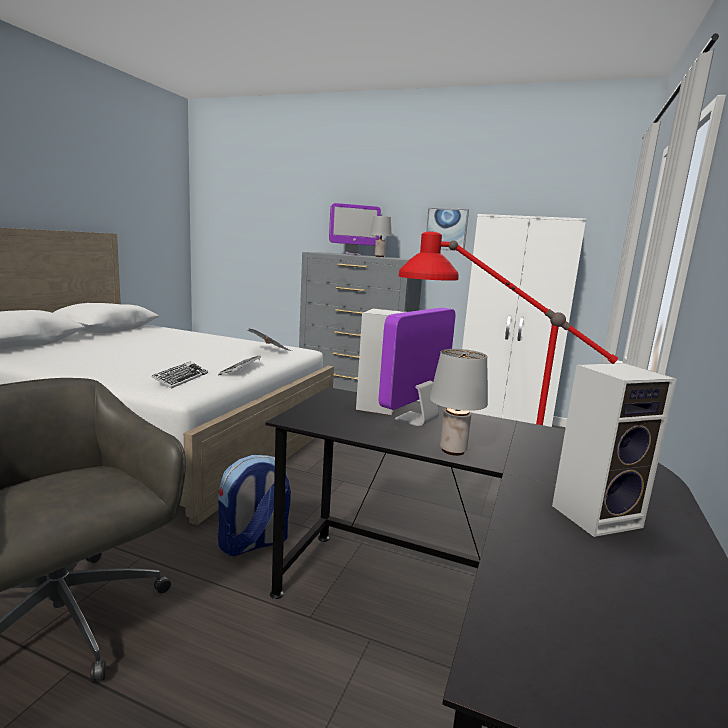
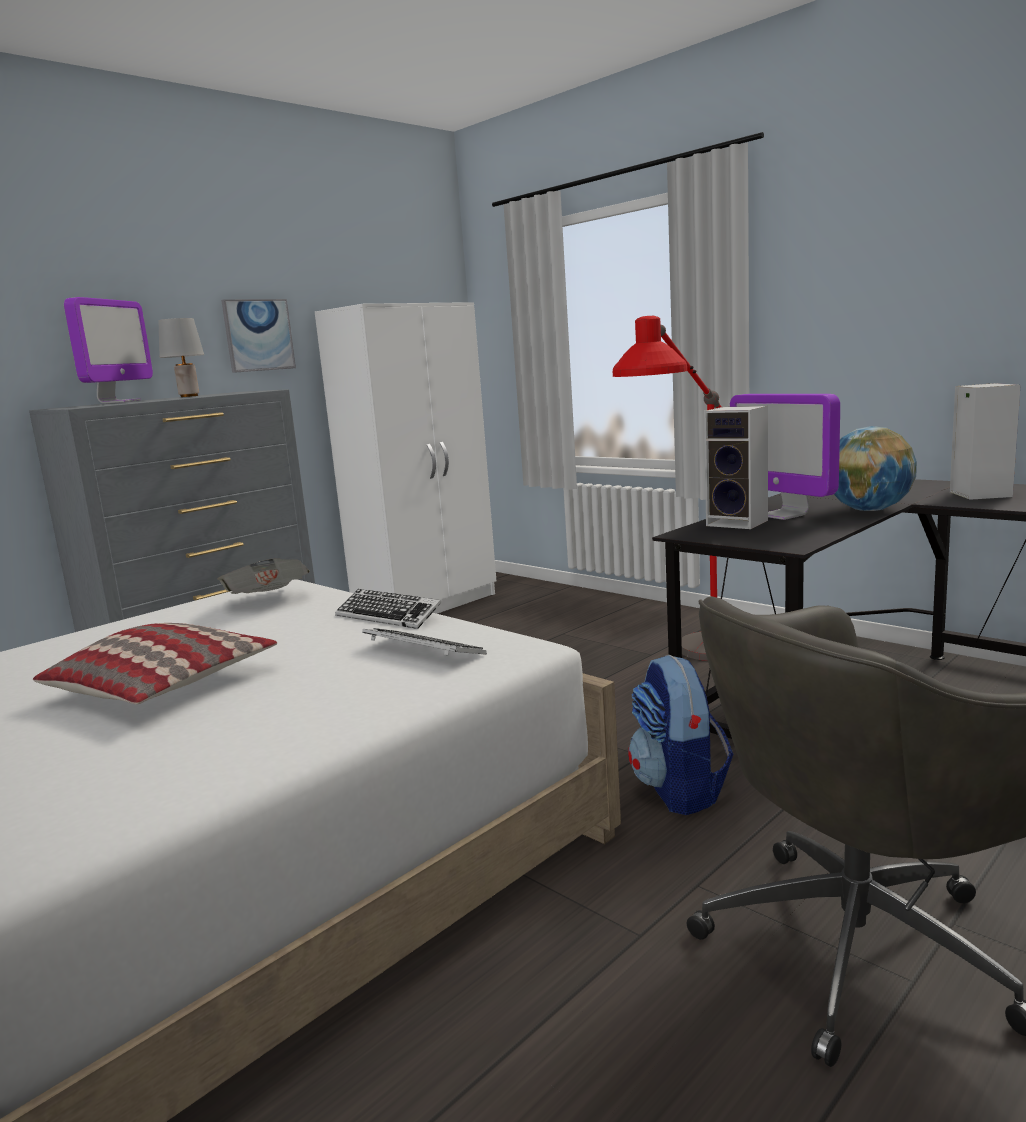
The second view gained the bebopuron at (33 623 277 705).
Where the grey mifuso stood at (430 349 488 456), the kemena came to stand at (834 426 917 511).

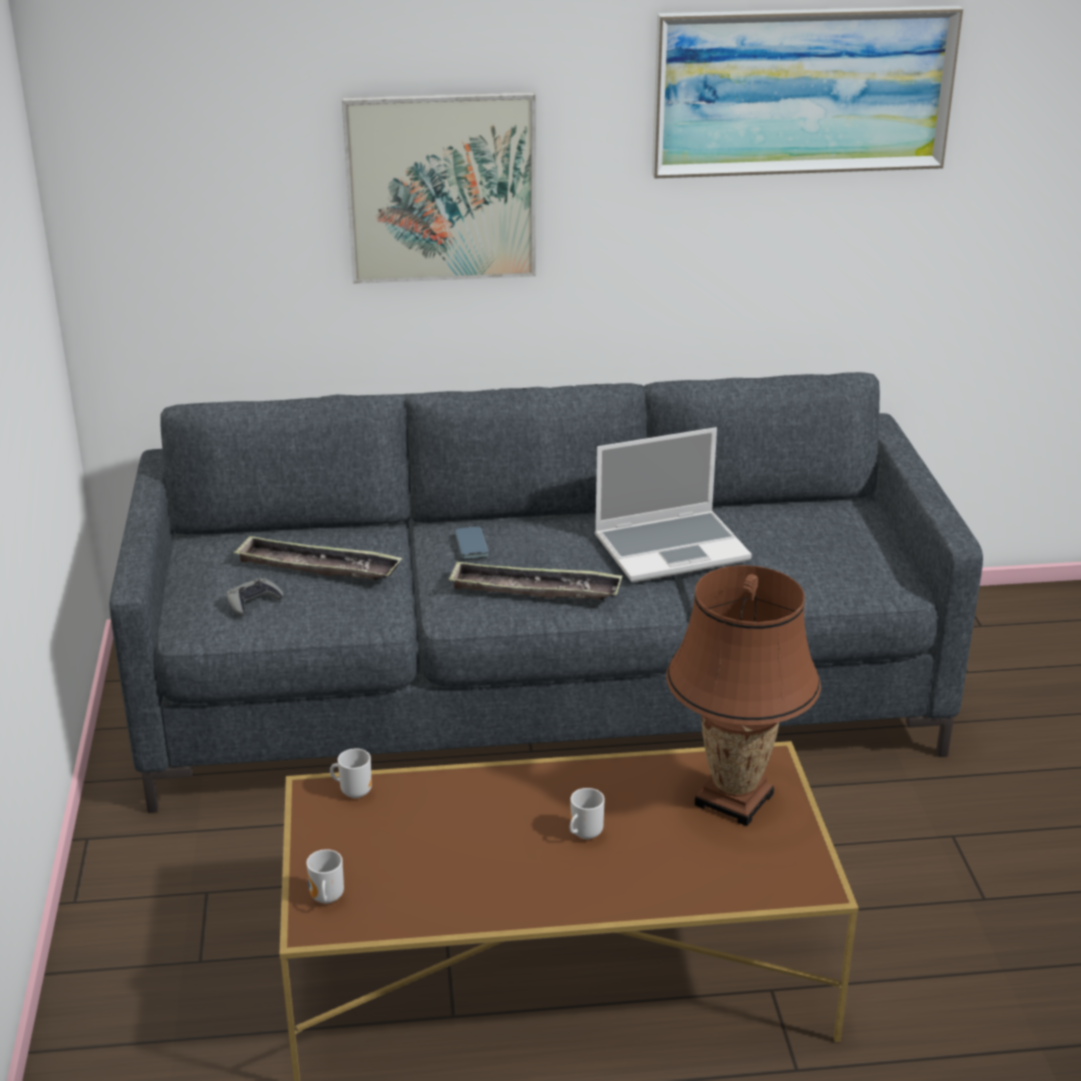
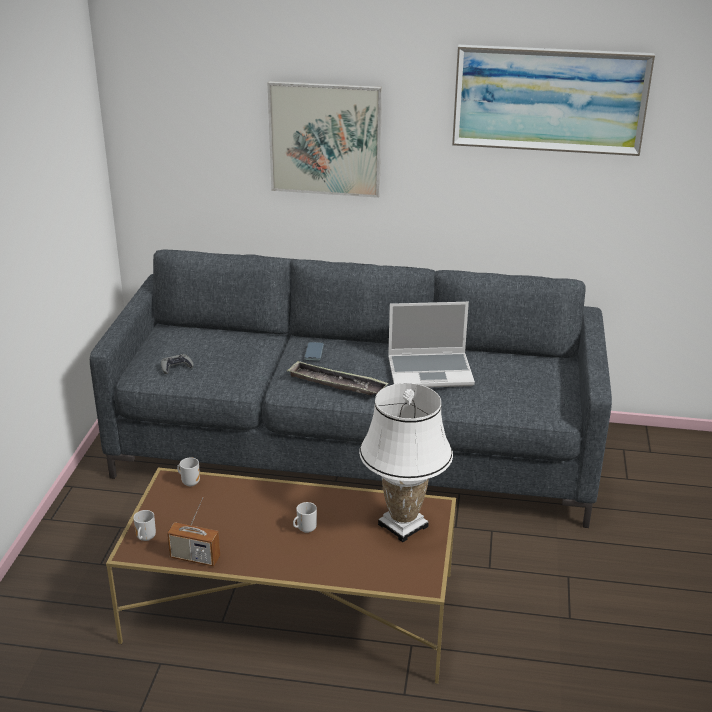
The second view lost the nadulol at (233 535 402 580).
The second view gained the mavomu at (167 498 220 566).
What was the brown mifuso at (666 565 821 826) turned into the white mifuso at (359 383 453 542).

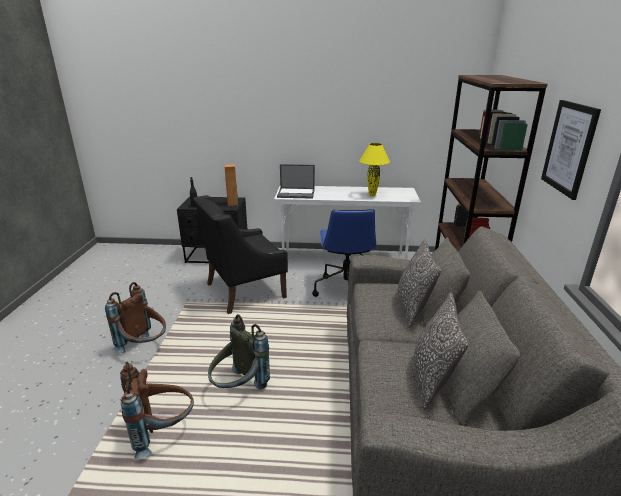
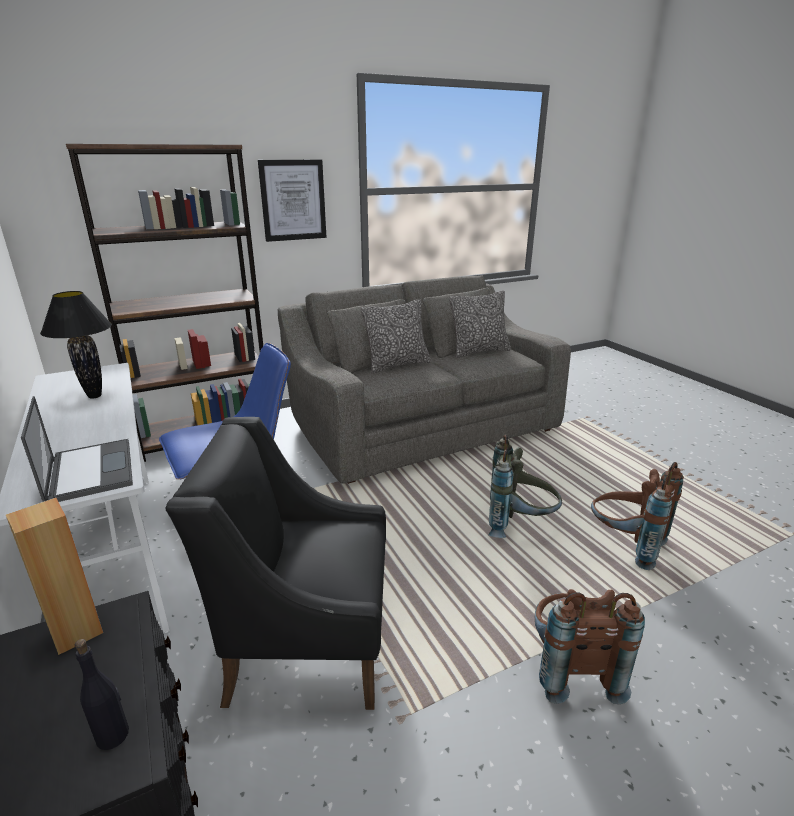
What was the yellow mifuso at (359 143 390 196) turned into the black mifuso at (40 291 112 399).
The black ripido at (193 195 288 314) ended up facing another way, 150 degrees clockwise from before.

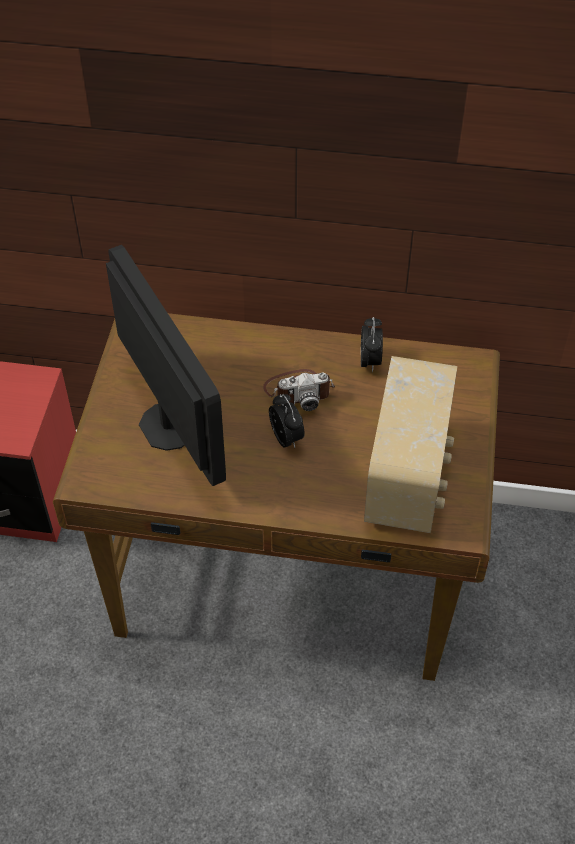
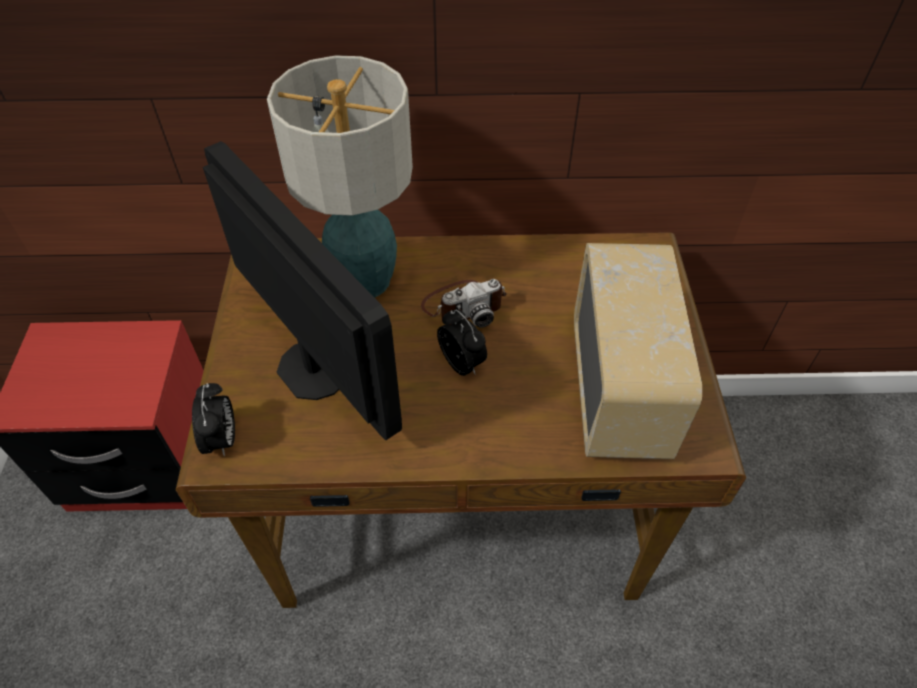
The second view gained the mifuso at (267 55 413 298).
The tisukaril ended up elsewhere, having gone from (361 317 383 372) to (192 383 235 457).

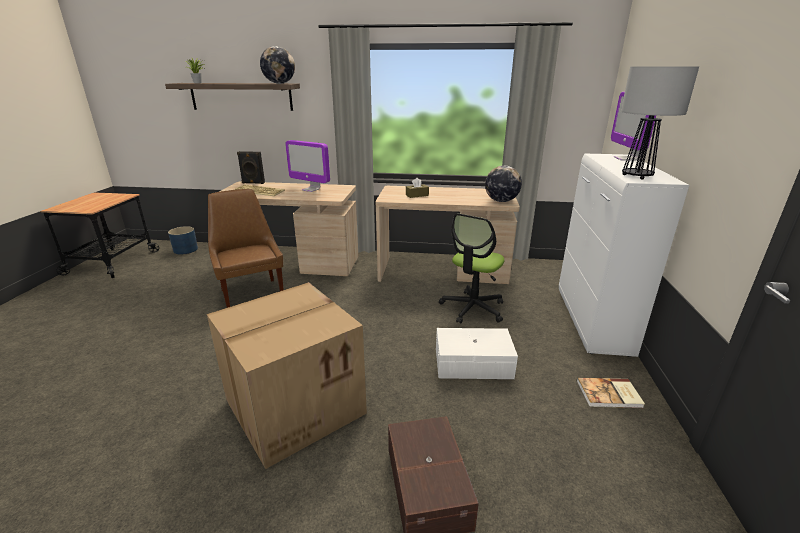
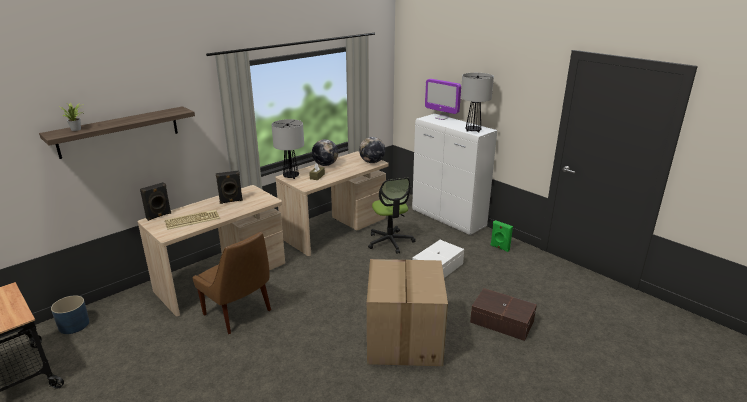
The second view gained the mifuso at (271 119 304 179).
The kemena ended up elsewhere, having gone from (260 46 295 84) to (312 139 338 166).
Where the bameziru stood at (285 140 330 192), the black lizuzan came to stand at (216 170 243 204).
Where the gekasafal stood at (577 378 645 408), the green lizuzan came to stand at (490 220 513 252).
The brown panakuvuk at (208 189 284 308) ended up facing another way, 150 degrees counterclockwise from before.

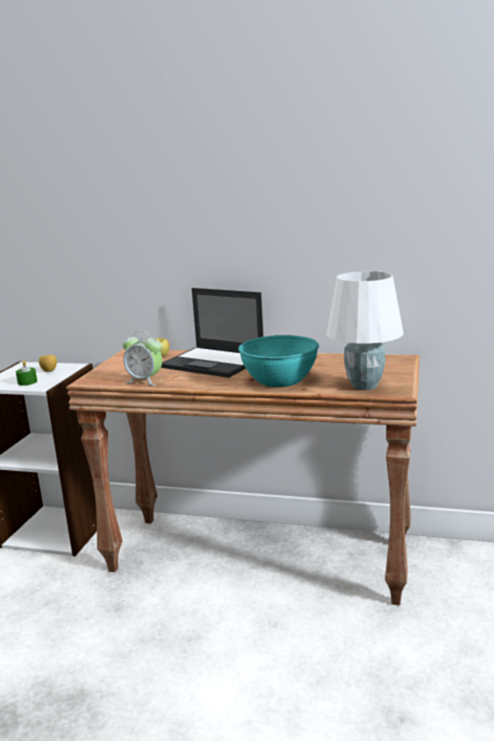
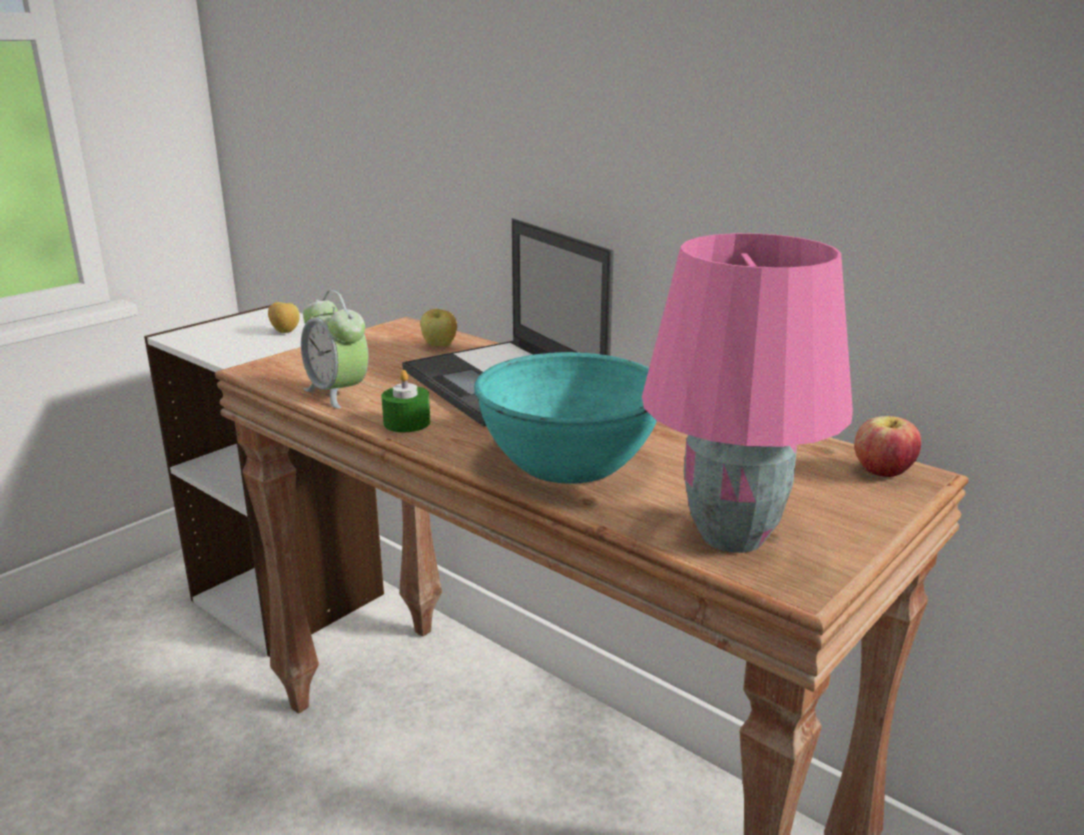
The second view gained the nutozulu at (854 416 921 477).
The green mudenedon ended up elsewhere, having gone from (16 361 37 386) to (382 370 430 432).
What was the white mifuso at (326 271 403 390) turned into the pink mifuso at (642 233 853 553).

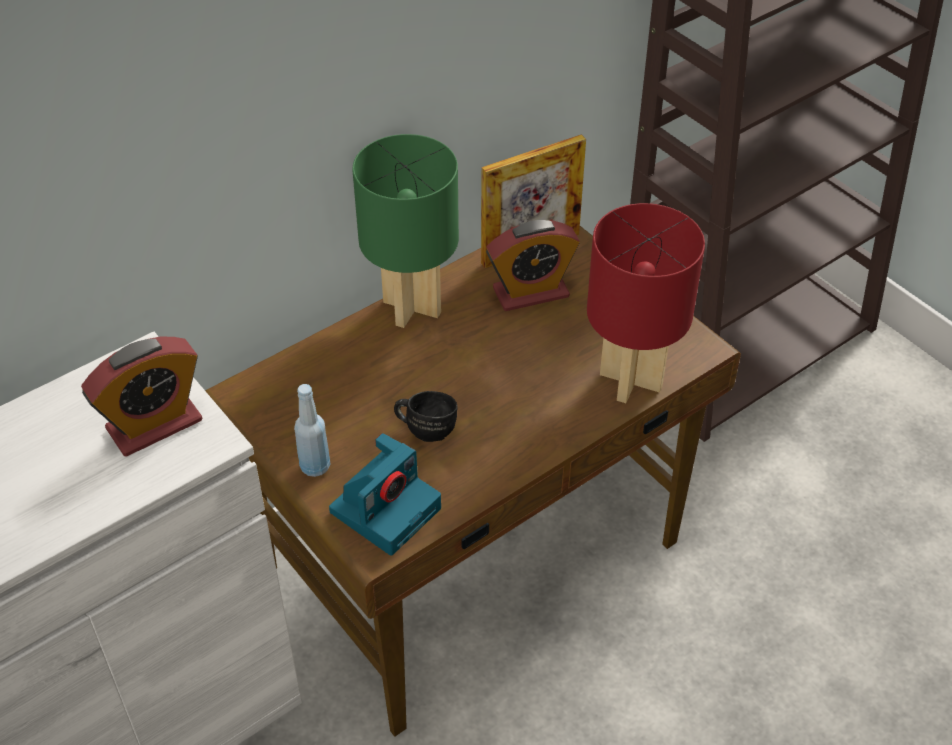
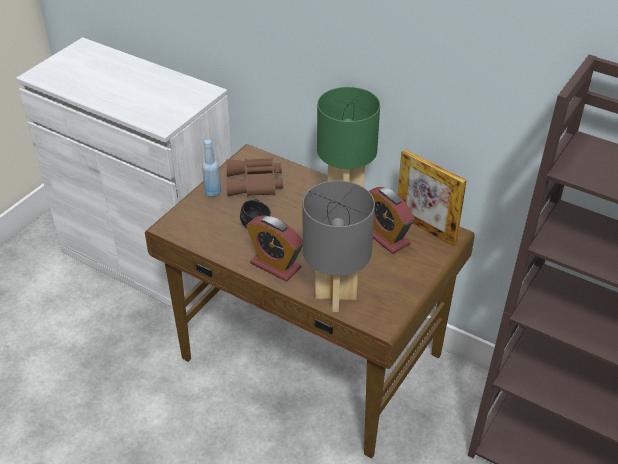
The second view lost the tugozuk at (329 433 441 556).
The second view gained the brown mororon at (226 158 283 196).
The tisukaril ended up elsewhere, having gone from (81 337 202 457) to (246 216 303 282).
What was the red mifuso at (587 203 705 403) turned into the grey mifuso at (302 180 375 312).

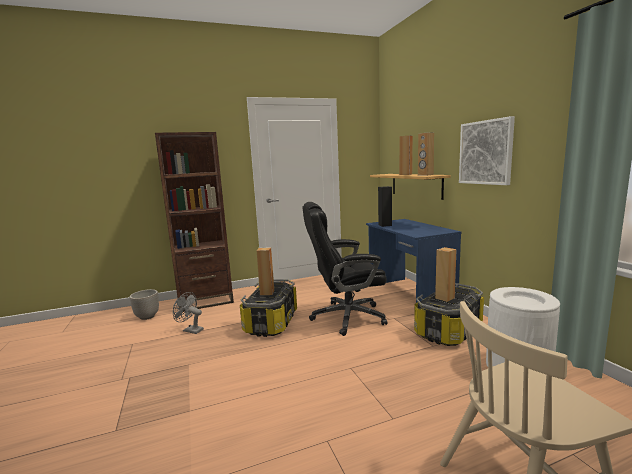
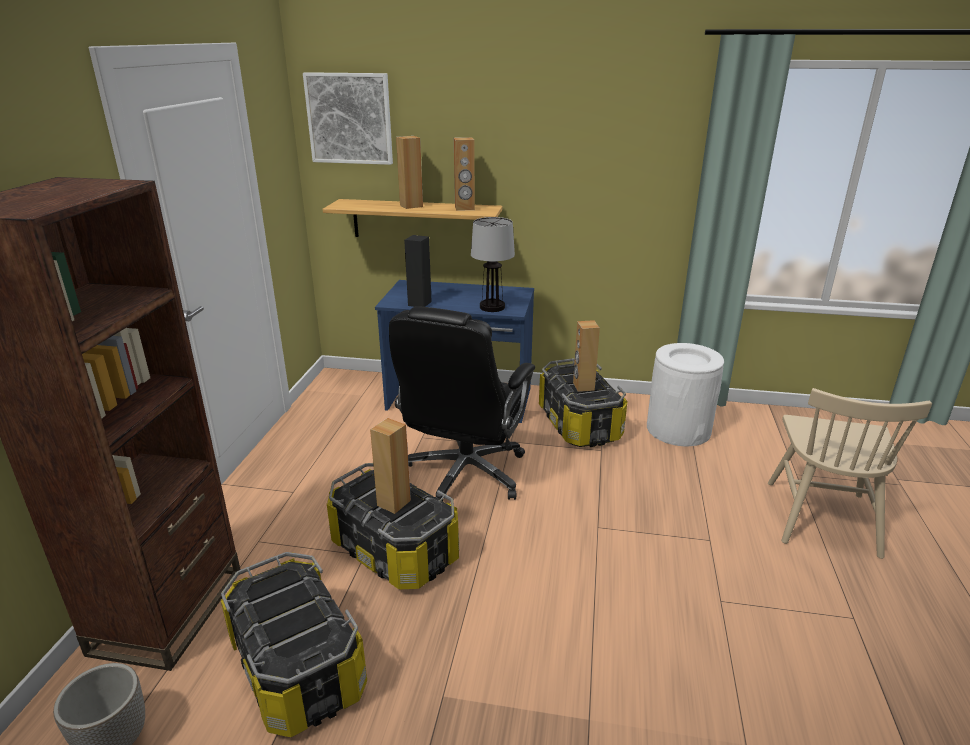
The second view gained the mifuso at (471 217 515 312).
The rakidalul ended up elsewhere, having gone from (459 116 515 185) to (303 72 393 165).
Where the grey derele stood at (173 292 204 334), the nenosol came to stand at (221 552 367 737).

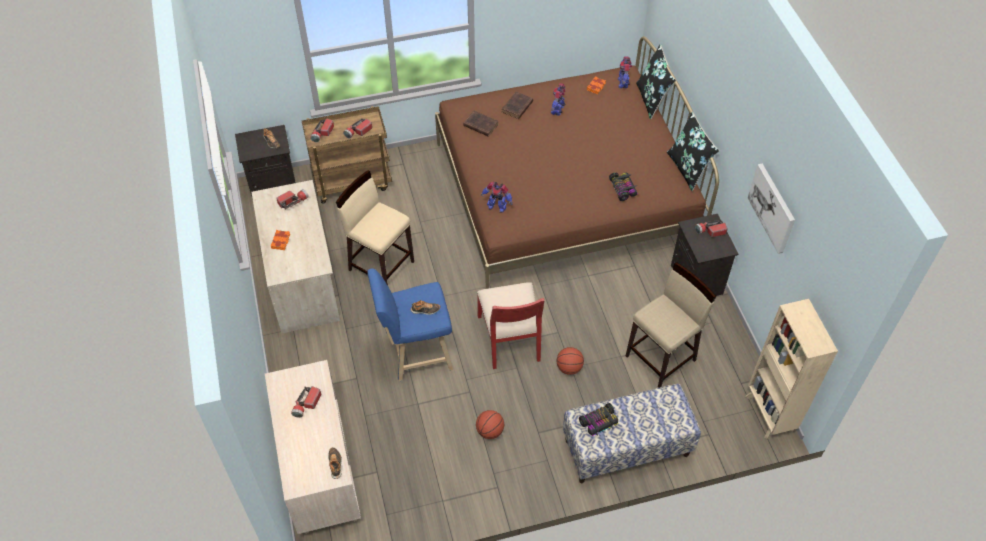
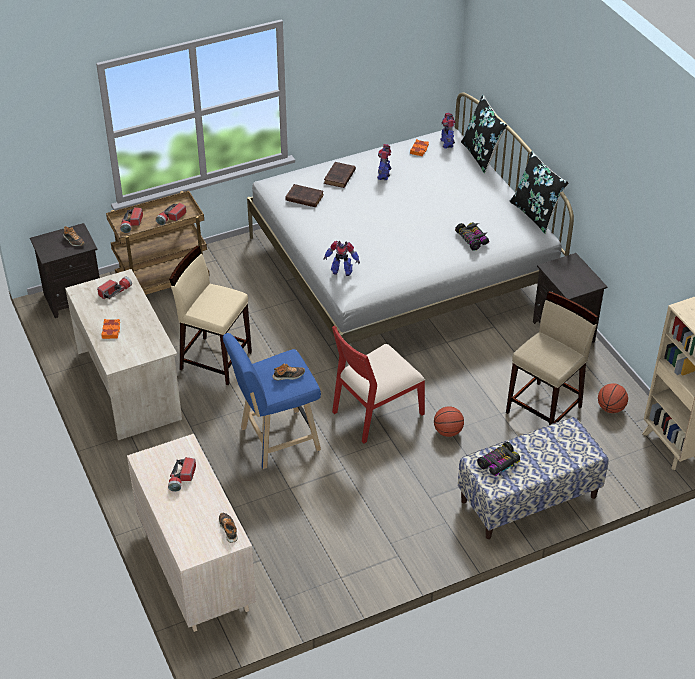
The second view lost the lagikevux at (695 220 727 237).
The second view lost the rakidalul at (748 163 795 254).
The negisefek ended up elsewhere, having gone from (476 410 504 439) to (598 383 628 413).
What was the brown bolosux at (435 36 719 289) turned into the white bolosux at (247 92 574 344).
The red panakuvuk at (477 282 544 369) ended up facing another way, 75 degrees clockwise from before.

